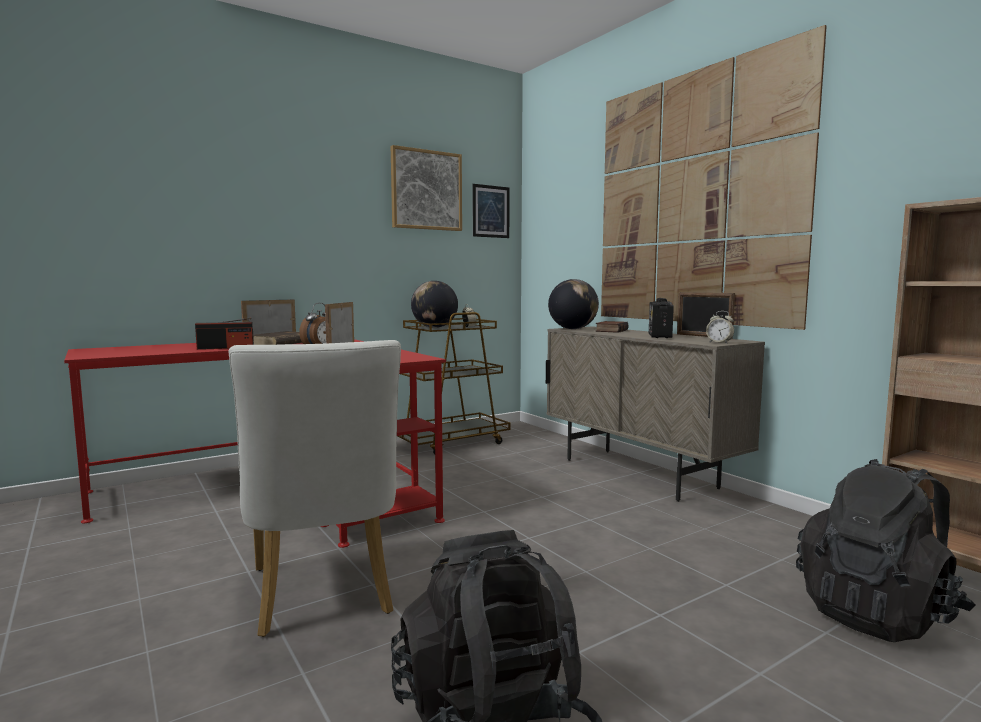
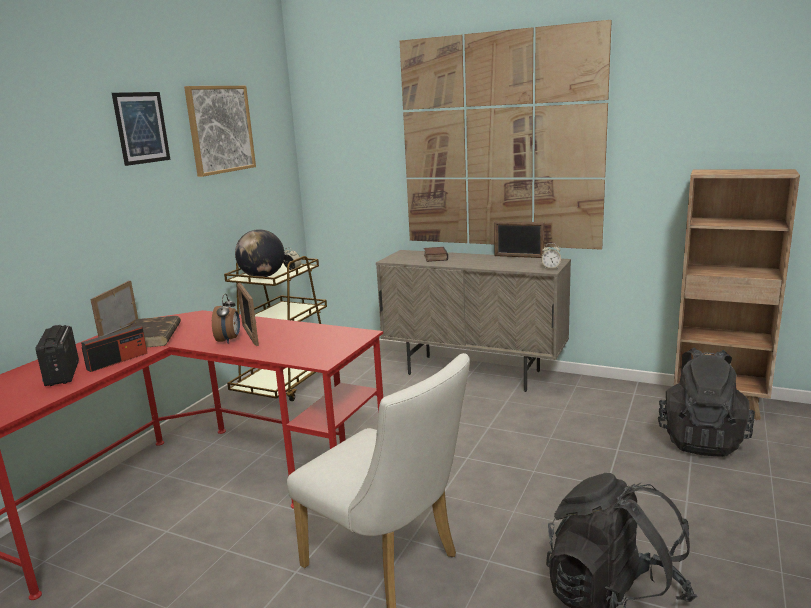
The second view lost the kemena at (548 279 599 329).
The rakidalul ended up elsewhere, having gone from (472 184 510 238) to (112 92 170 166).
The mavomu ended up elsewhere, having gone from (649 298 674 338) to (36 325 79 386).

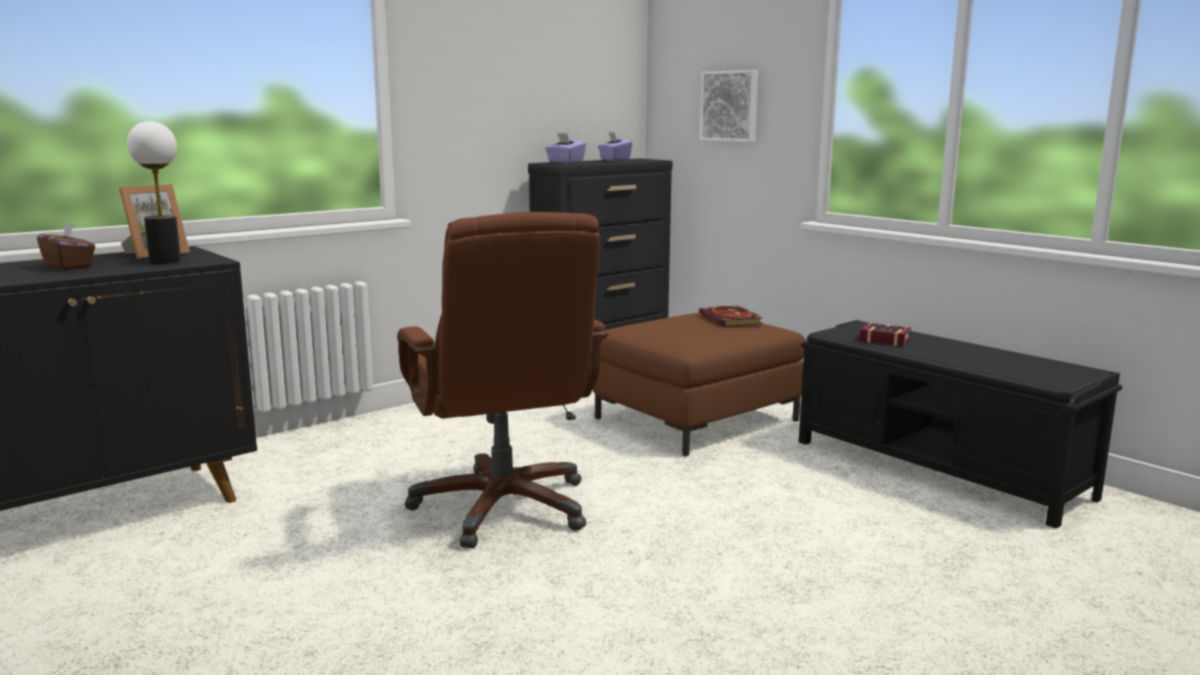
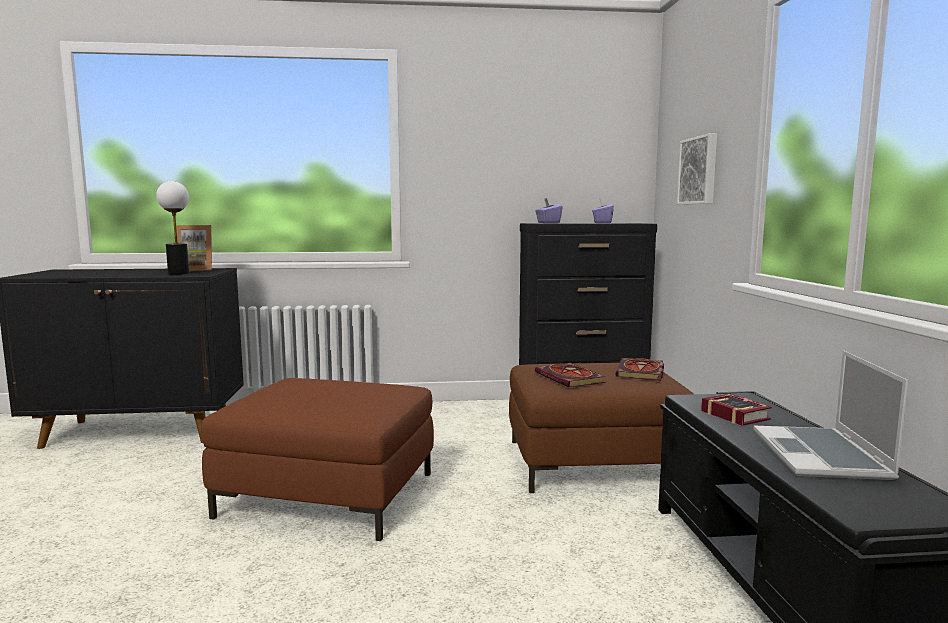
The second view lost the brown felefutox at (37 222 95 270).
The second view gained the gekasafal at (535 363 606 387).
The second view gained the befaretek at (753 351 909 480).
Where the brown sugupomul stood at (397 212 609 548), the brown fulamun came to stand at (201 378 434 541).

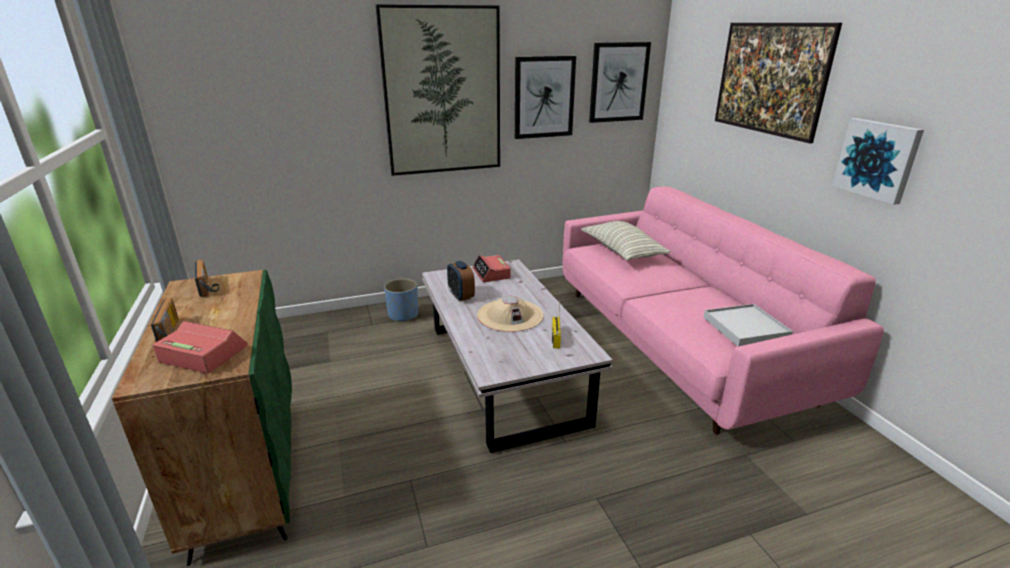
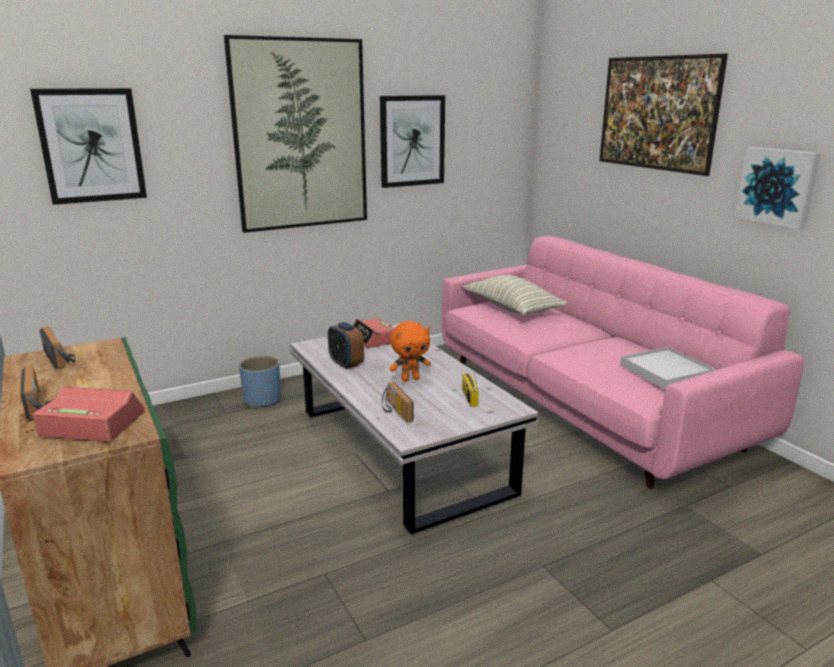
The second view gained the mavomu at (382 382 414 423).
The rakidalul ended up elsewhere, having gone from (589 42 651 123) to (30 88 147 205).
Where the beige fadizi stood at (477 296 543 332), the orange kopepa came to stand at (390 321 431 382).

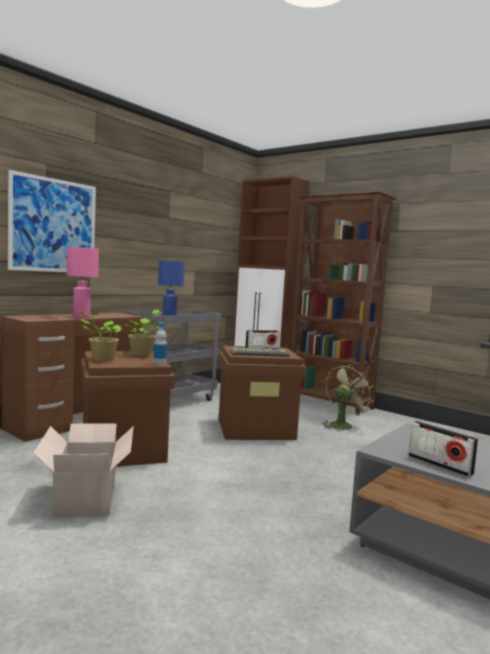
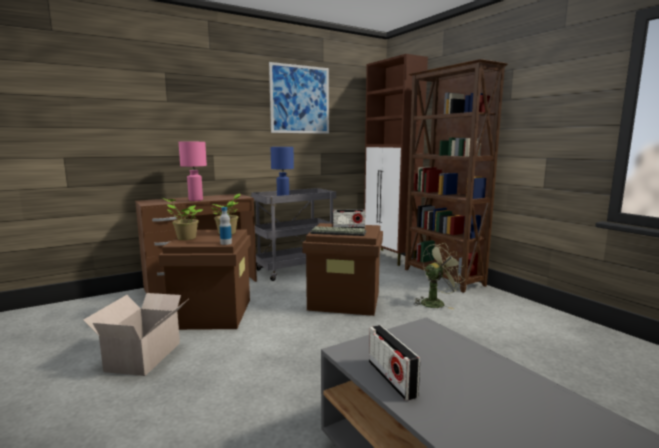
The rakidalul ended up elsewhere, having gone from (8 170 96 272) to (269 62 329 134).

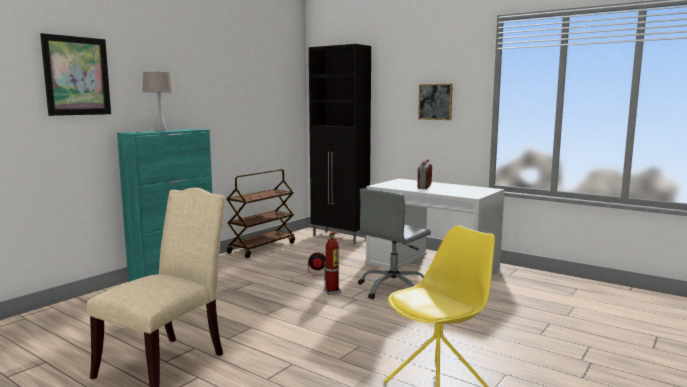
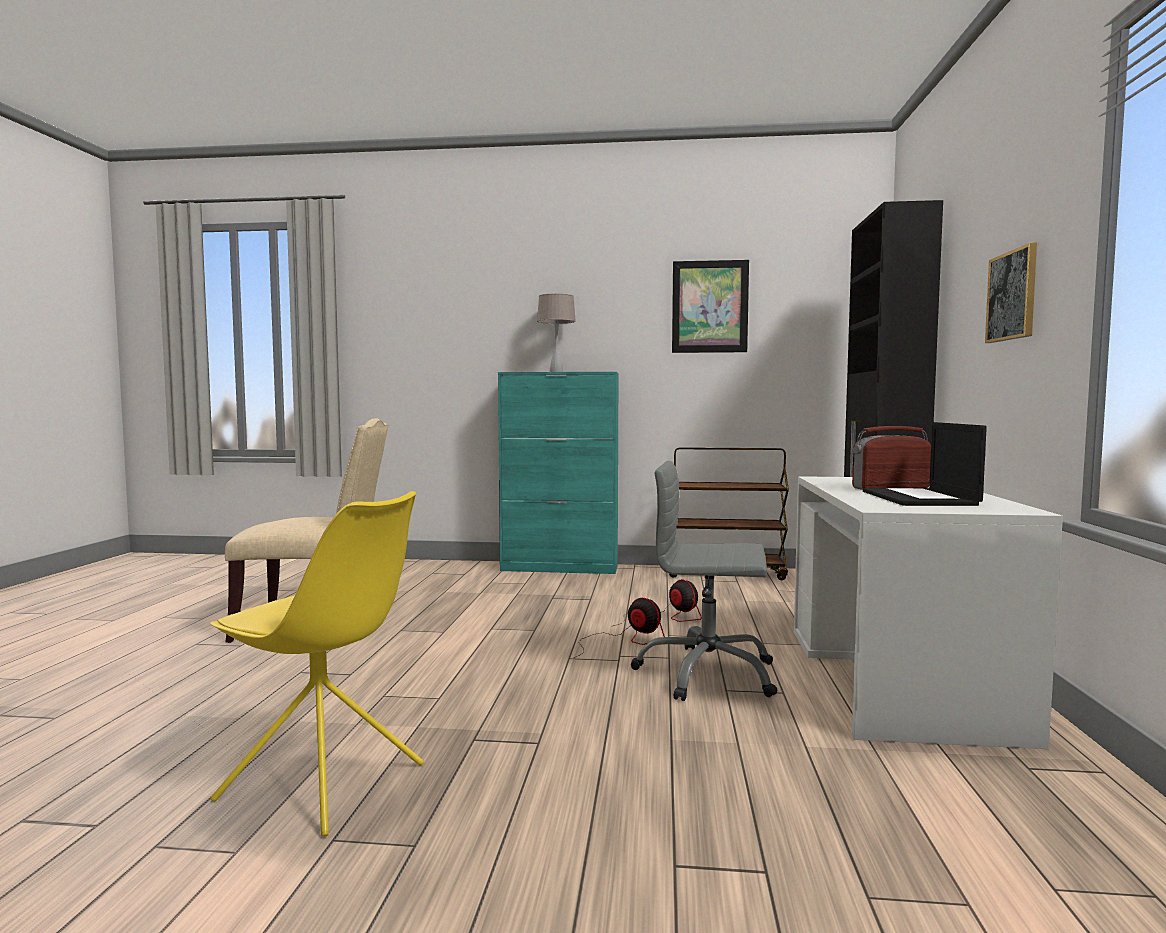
The second view gained the befaretek at (863 422 987 506).
The rakidalul ended up elsewhere, having gone from (40 33 111 116) to (672 260 749 353).
Where the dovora stood at (324 231 341 295), the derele came to stand at (574 598 665 658).

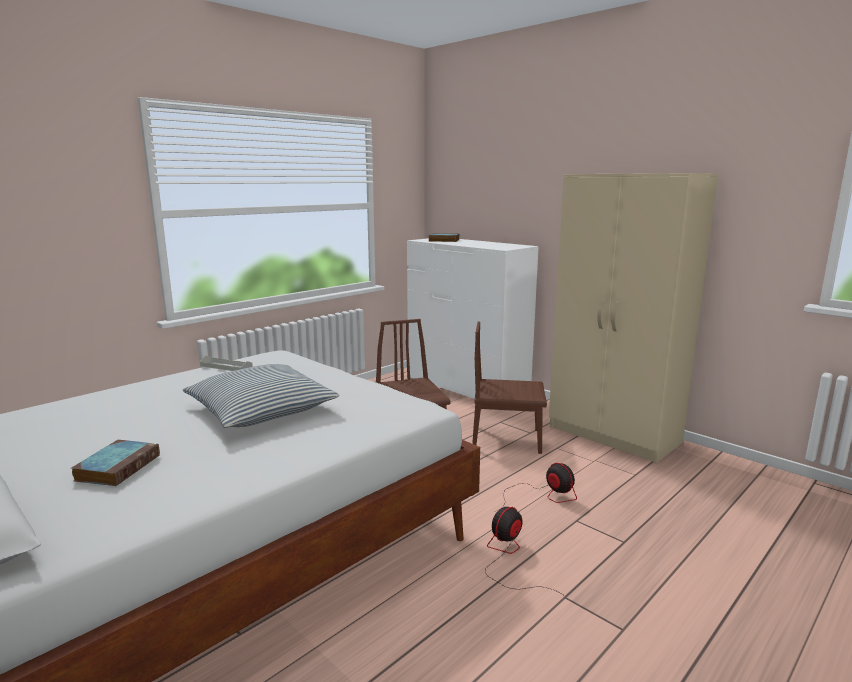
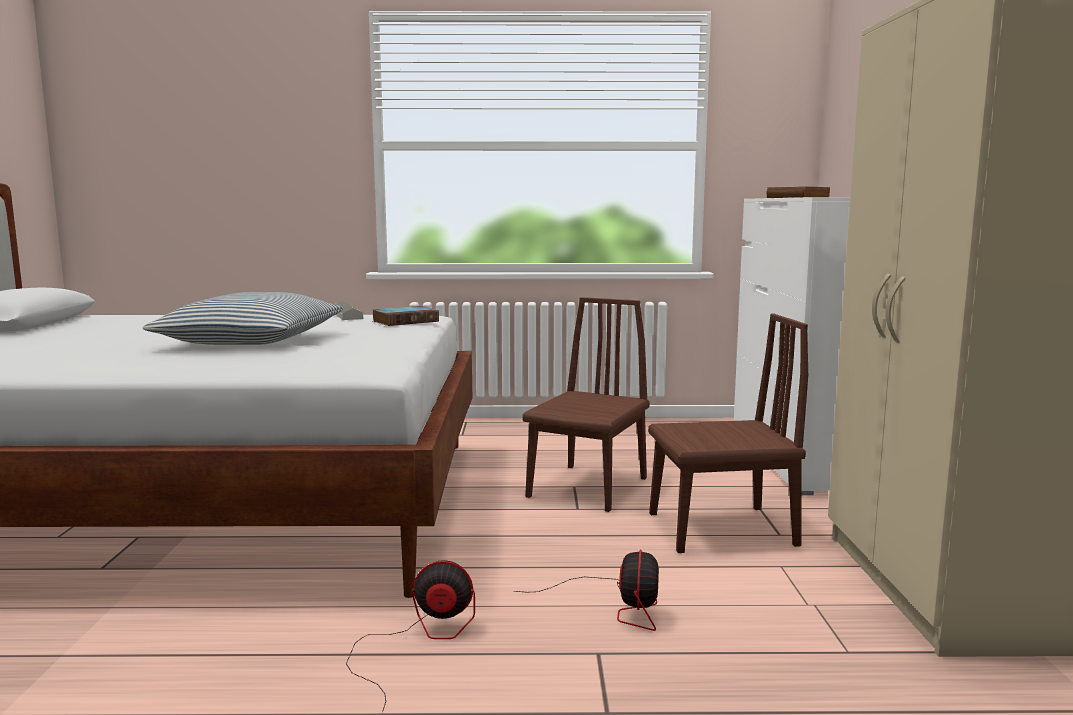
The gekasafal ended up elsewhere, having gone from (71 440 160 486) to (372 306 439 326).
The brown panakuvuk at (472 322 547 454) ended up facing another way, 120 degrees clockwise from before.

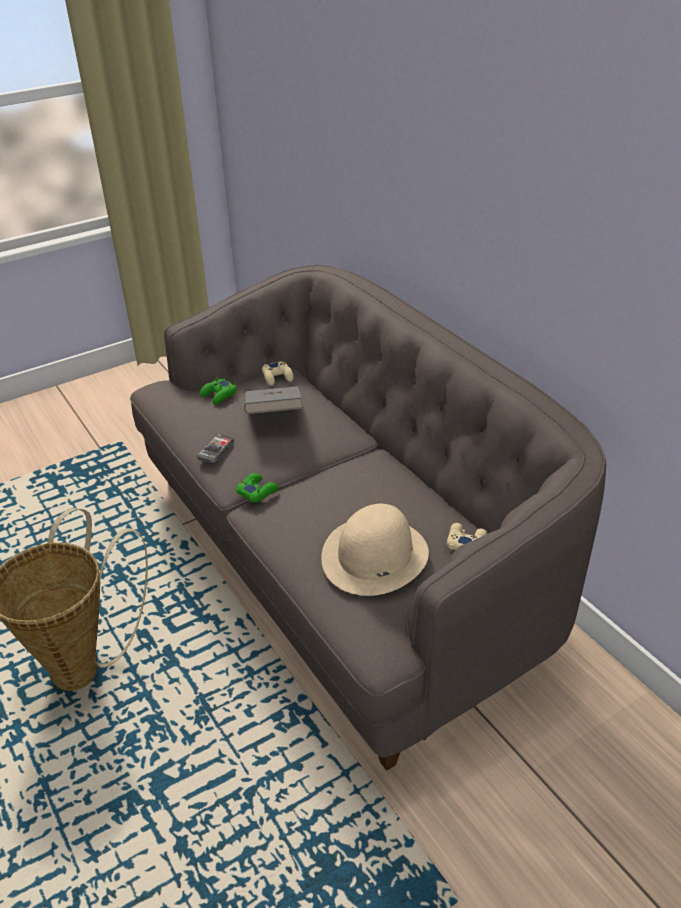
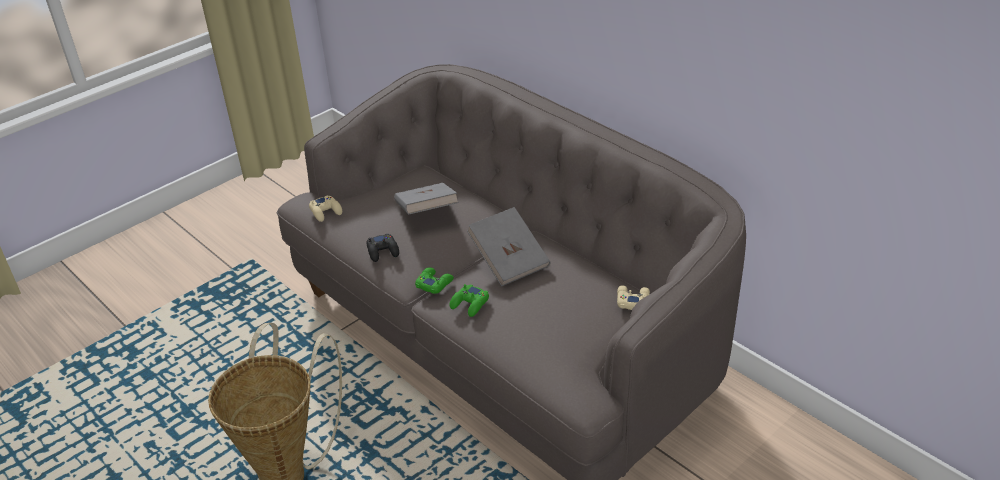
The second view lost the beige fadizi at (321 504 429 596).
The second view gained the grey gekasafal at (467 207 551 287).
The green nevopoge ended up elsewhere, having gone from (200 377 237 405) to (450 284 489 317).
The beige nevopoge ended up elsewhere, having gone from (262 361 294 386) to (309 195 342 222).
Where the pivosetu stood at (197 433 234 463), the black nevopoge came to stand at (366 234 399 262).

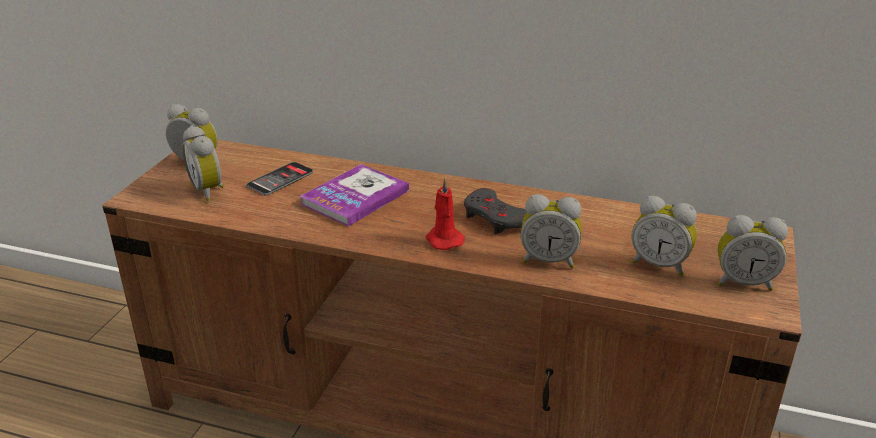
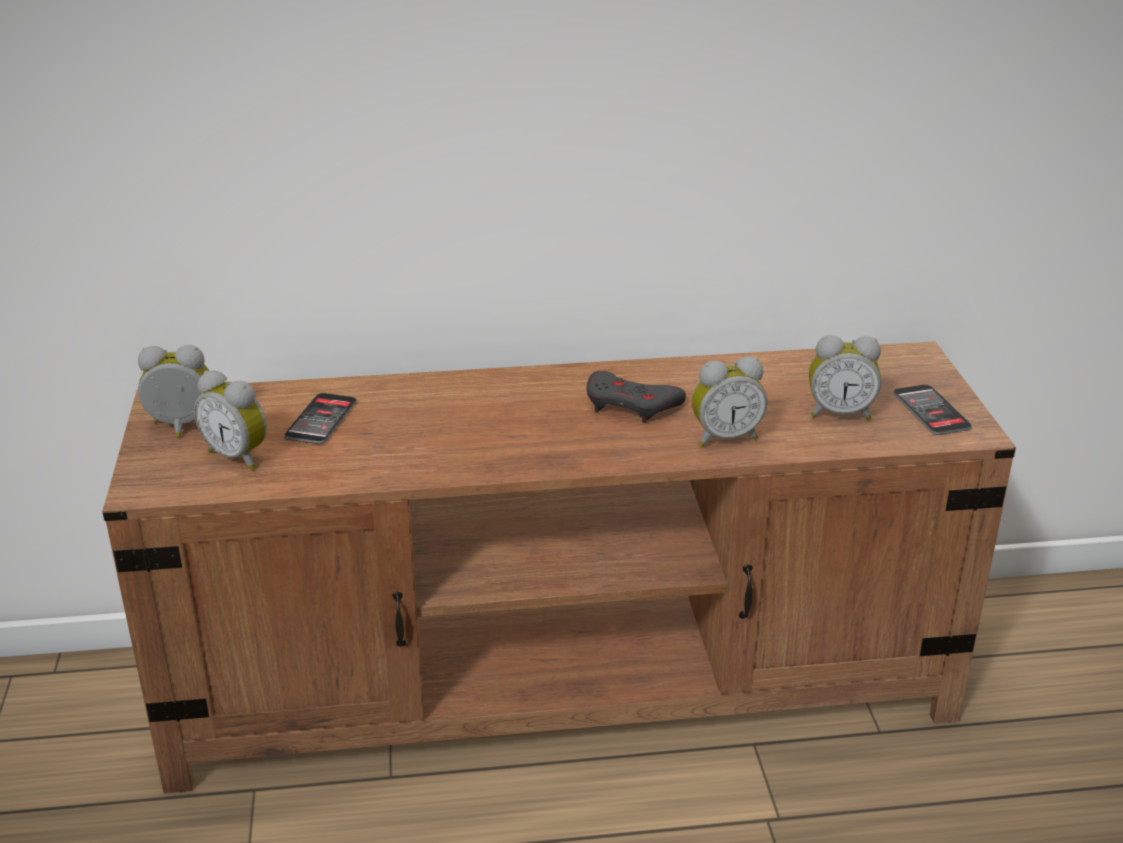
The second view lost the gekasafal at (299 164 409 226).
The second view lost the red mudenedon at (426 178 465 250).
Where the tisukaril stood at (718 215 788 291), the pivosetu came to stand at (893 384 972 435).

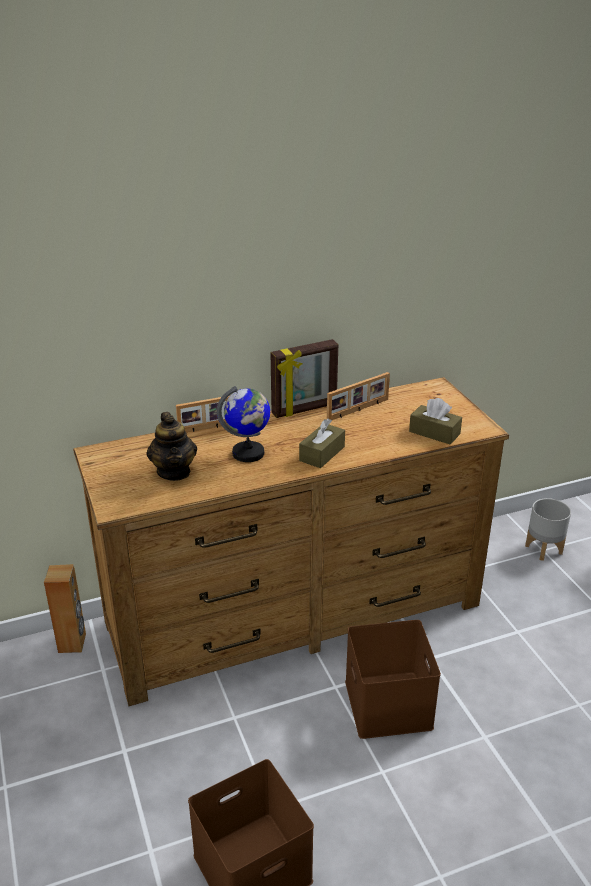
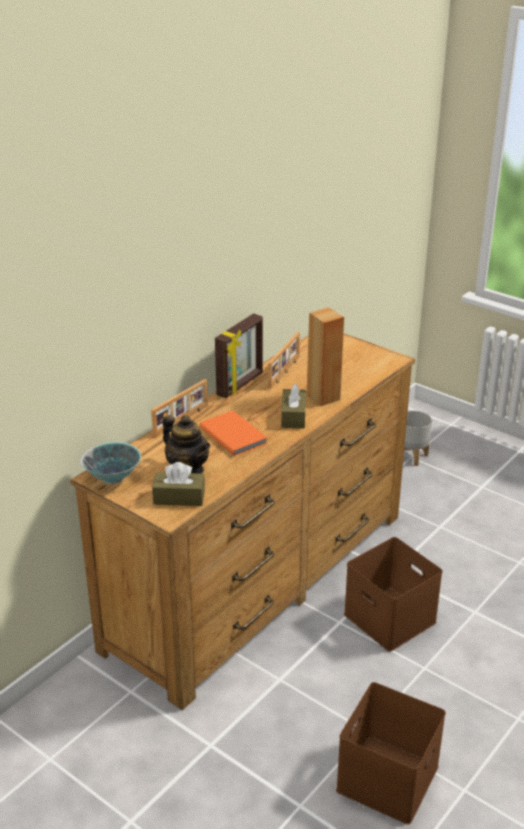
The second view gained the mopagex at (81 442 141 485).
The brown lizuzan ended up elsewhere, having gone from (44 564 86 653) to (306 307 344 406).
The brown felefutox ended up elsewhere, having gone from (409 398 462 444) to (152 462 205 506).
Where the kemena stood at (217 386 270 462), the orange gekasafal came to stand at (200 410 268 456).

